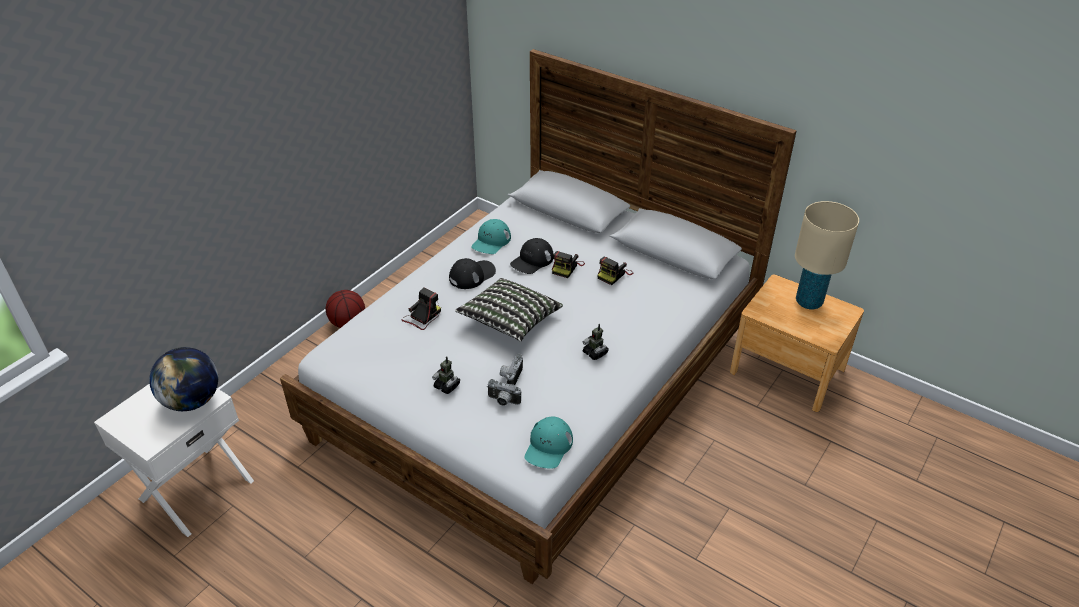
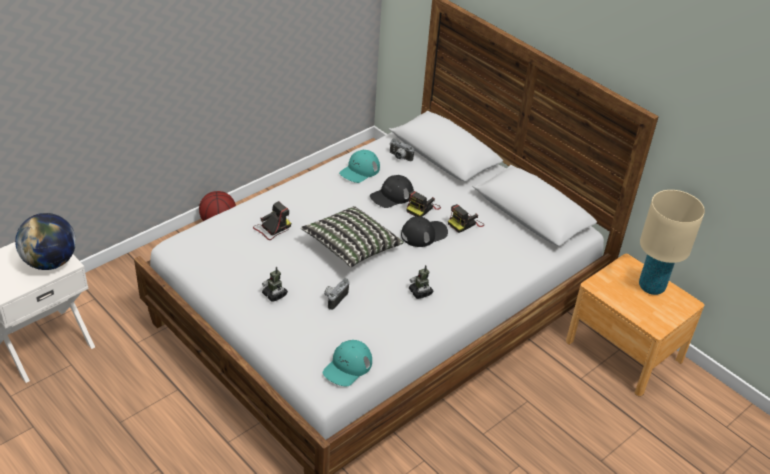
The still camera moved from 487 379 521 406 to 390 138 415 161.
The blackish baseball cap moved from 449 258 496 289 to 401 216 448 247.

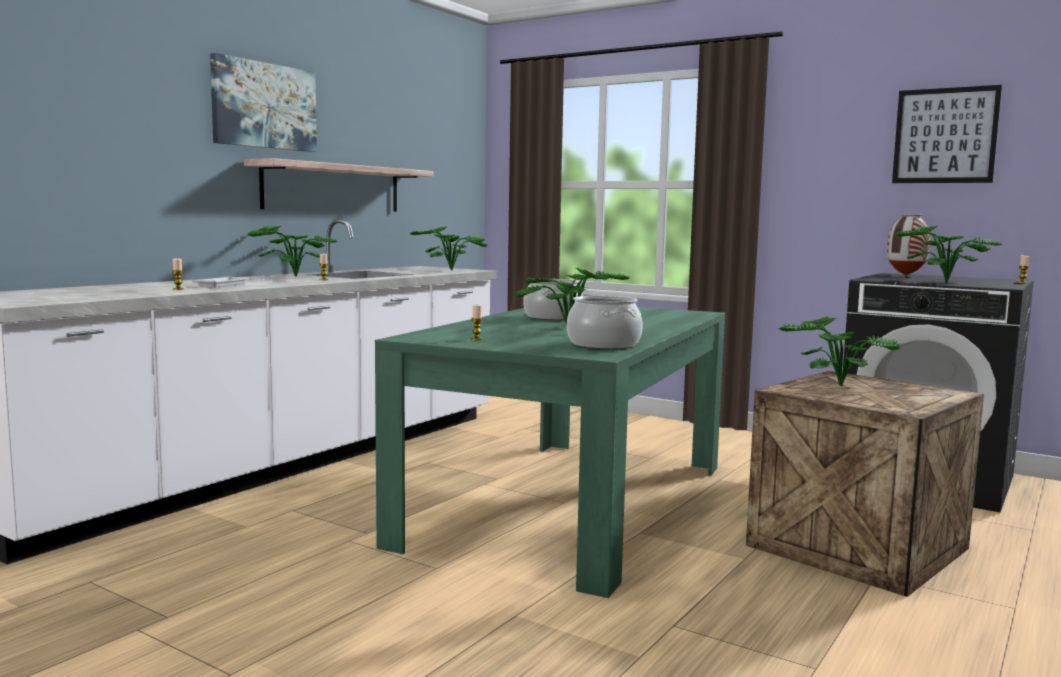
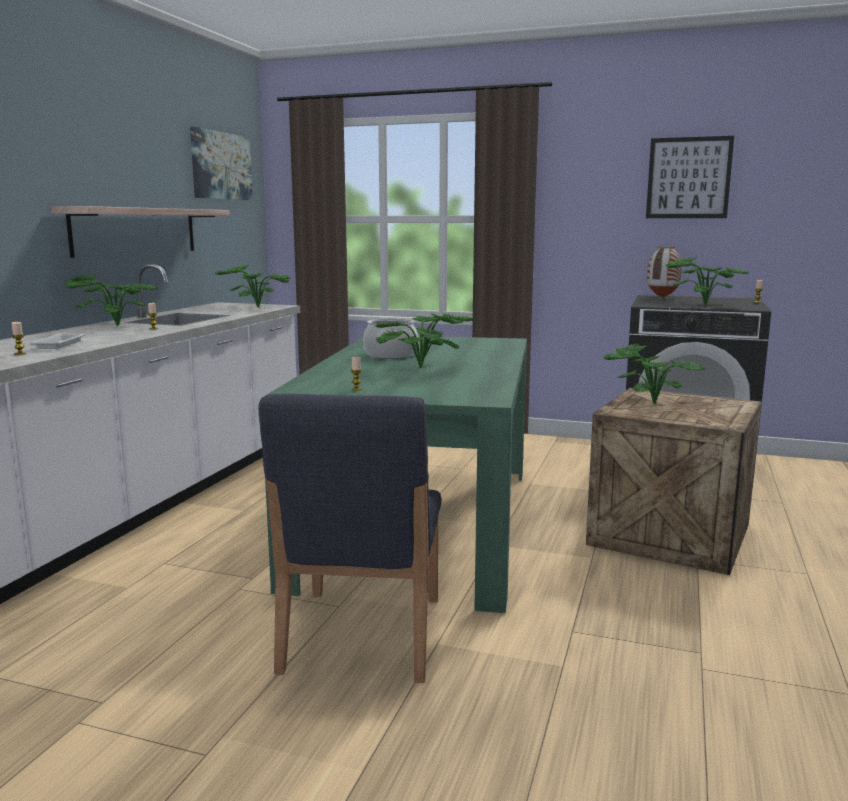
The wall picture moved from 210 53 317 152 to 190 127 253 200.
The blue-coloured upright chair at 259 394 441 683 appeared.
The stockpot at 567 296 643 349 disappeared.

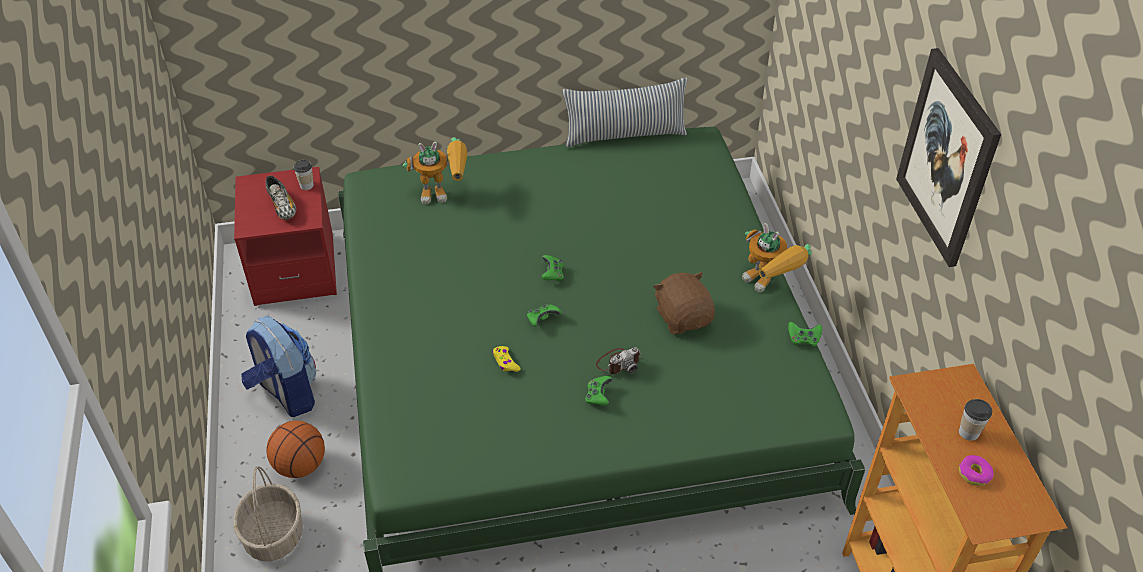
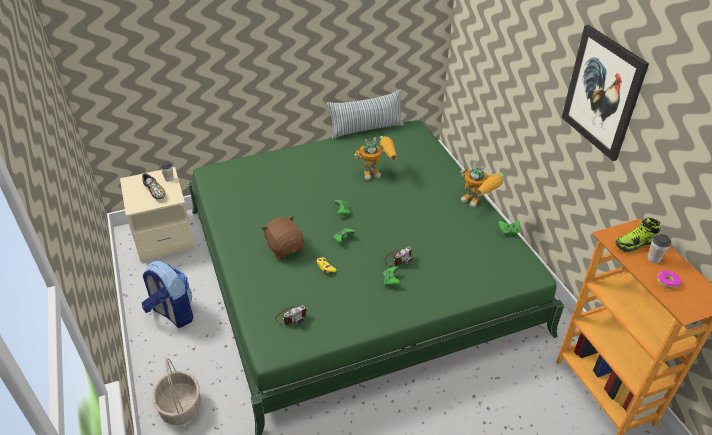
The red-coloured night table at 234 167 337 306 became the beige night table at 120 167 195 262.
The brownish plush toy moved from 653 272 715 334 to 261 216 304 259.
The still camera at 275 305 308 325 appeared.
The toy robot moved from 403 137 467 204 to 354 136 397 180.
The shoe at 615 217 661 253 appeared.
The ball for basketball at 266 421 325 478 disappeared.

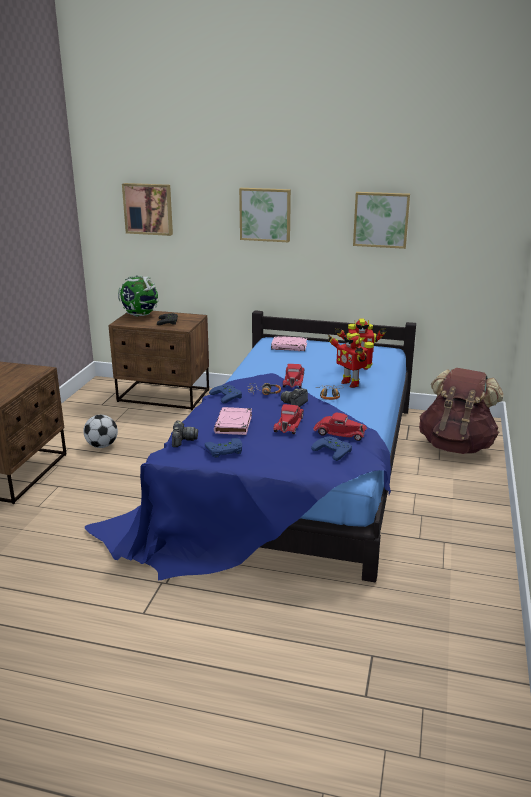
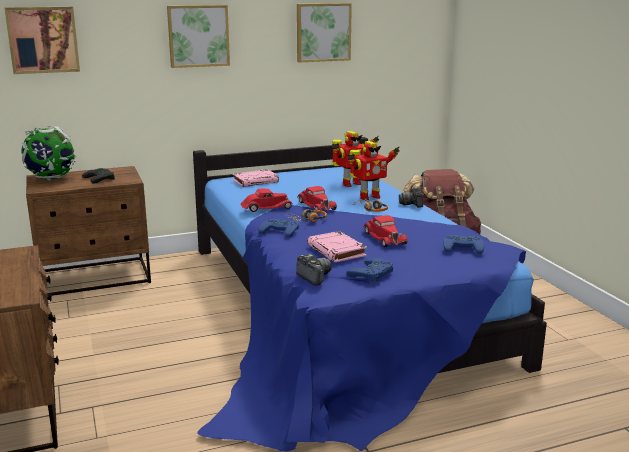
The red-coloured miniature car moved from 313 412 367 441 to 240 188 293 212.
The toy robot at 328 333 374 388 turned 45 degrees counterclockwise.
The still camera moved from 281 388 308 407 to 399 187 423 208.
The football ball at 83 415 118 448 disappeared.

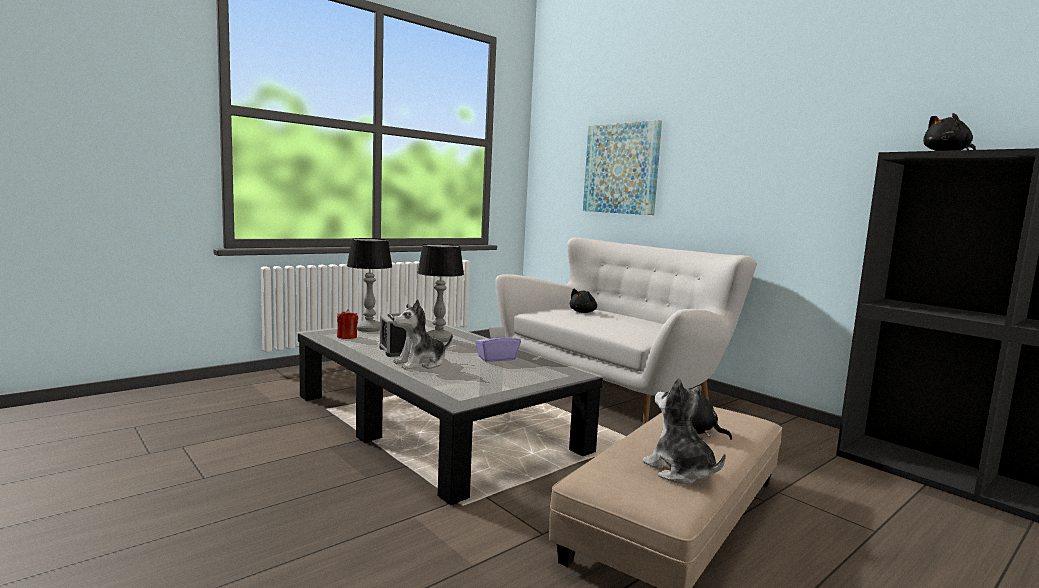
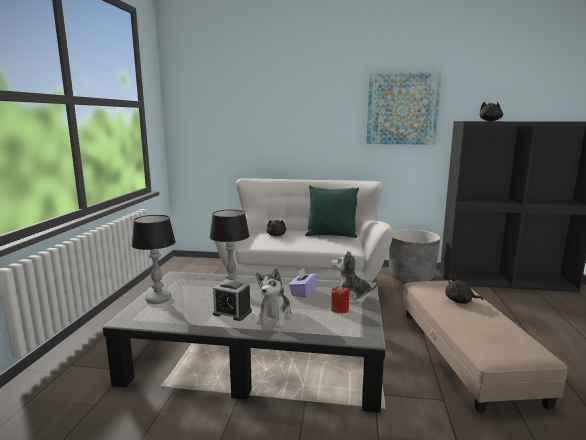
The green pillow at 305 186 359 238 appeared.
The plush toy moved from 642 378 726 484 to 331 251 379 303.
The red-coloured candle moved from 337 309 358 339 to 331 285 350 313.
The wall picture moved from 583 120 662 215 to 366 72 441 145.
The gray flower pot at 389 229 440 283 appeared.

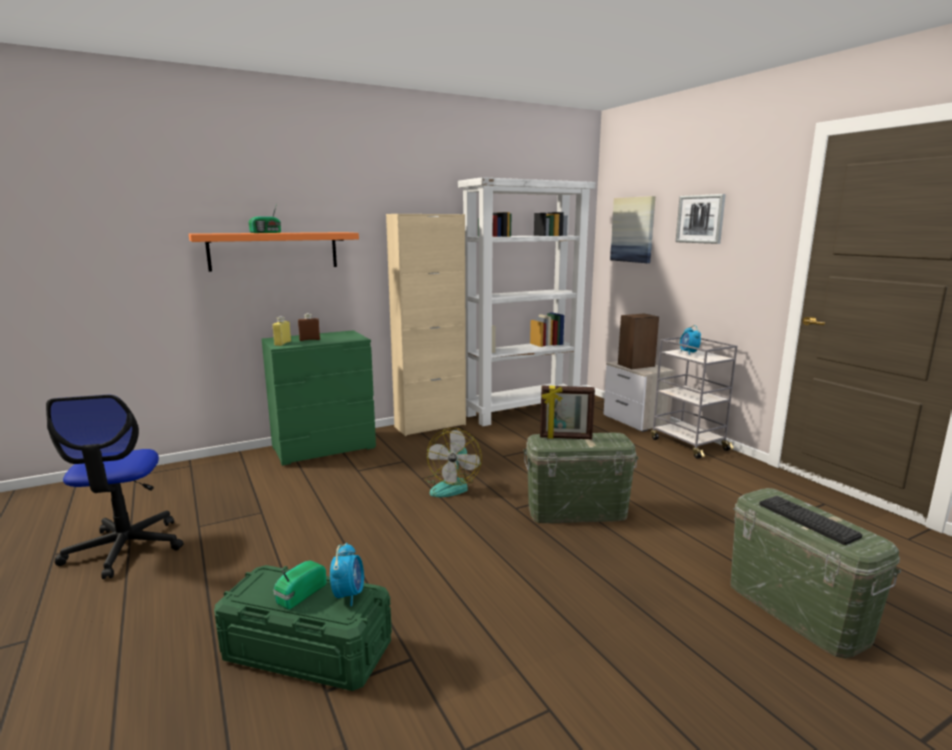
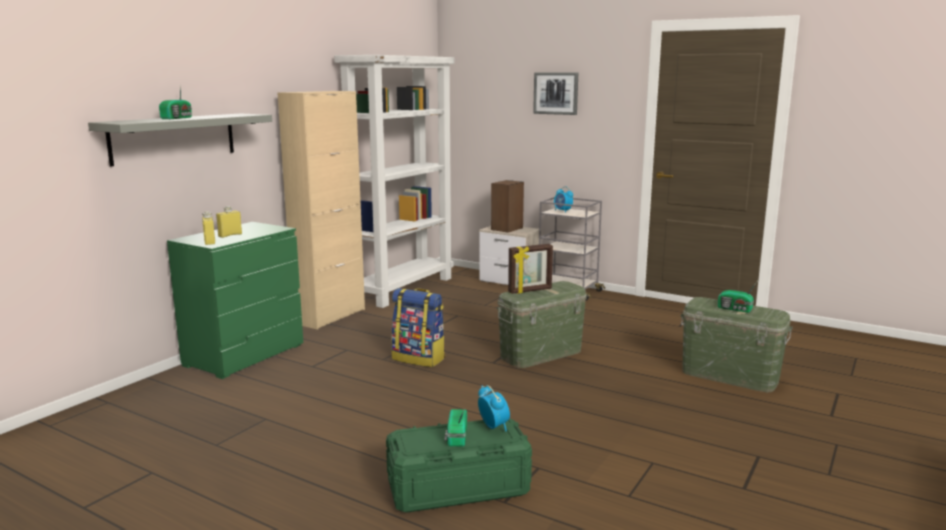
The orange shelf at 189 232 359 272 became the gray shelf at 88 114 272 167.
The brownish bottle at 298 313 320 341 became the yellowish bottle at 216 206 242 238.
The fan at 425 428 482 497 was replaced by the knapsack at 391 288 445 367.
The computer keyboard at 759 496 862 545 was replaced by the radio at 718 282 757 313.
The desk chair at 46 395 184 579 disappeared.
The wall picture at 610 196 655 263 disappeared.

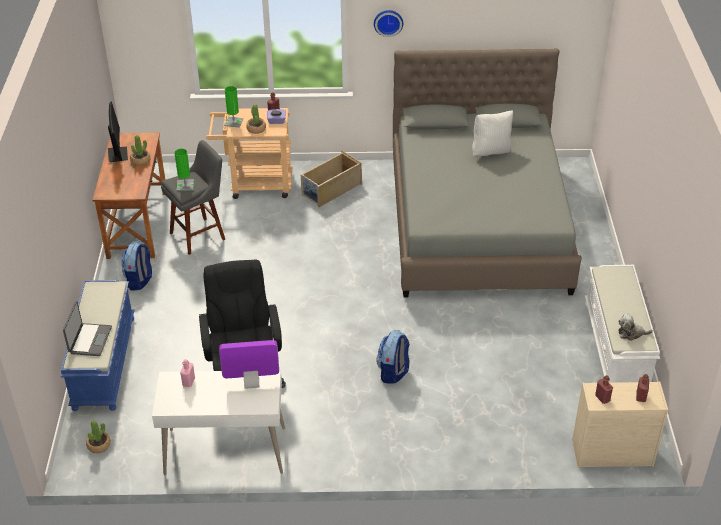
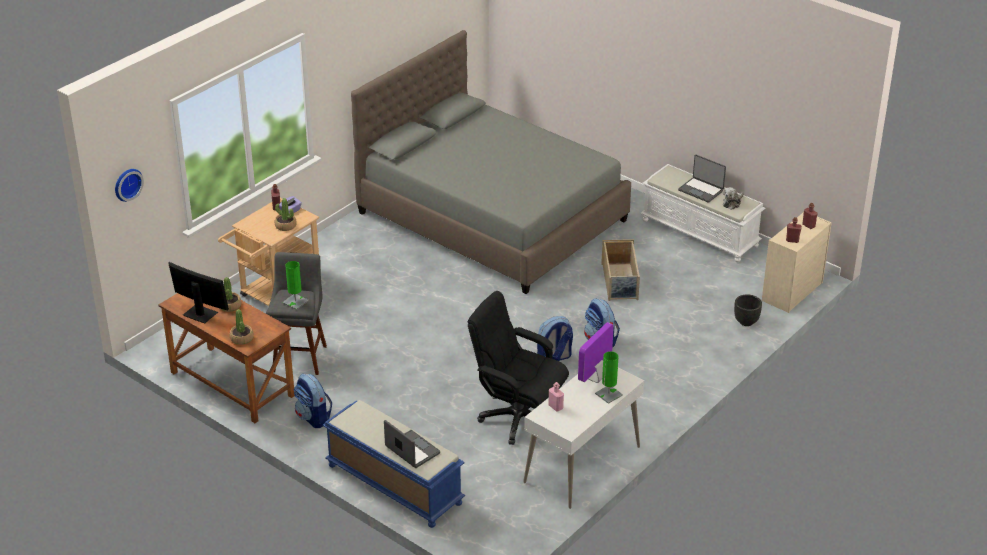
The hanging clock moved from 374 10 403 37 to 115 169 144 202.
The houseplant moved from 86 420 111 453 to 230 309 254 345.
The knapsack at 537 316 573 361 appeared.
The green tabletop lamp moved from 224 86 243 127 to 595 351 623 404.
The beige storage container moved from 301 151 362 207 to 601 239 640 301.
The laptop at 678 154 726 203 appeared.
The blackish flower pot at 734 294 762 326 appeared.
The whitish pillow at 472 111 513 156 disappeared.

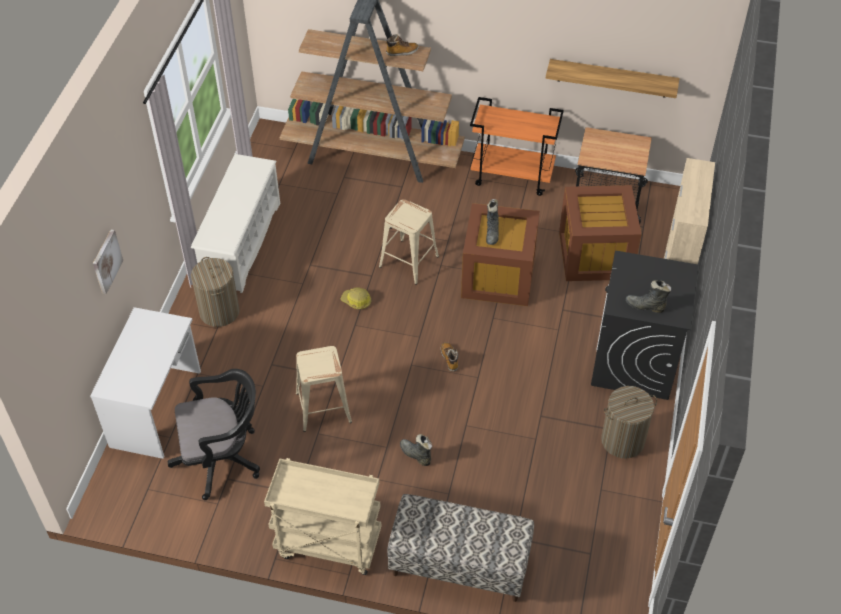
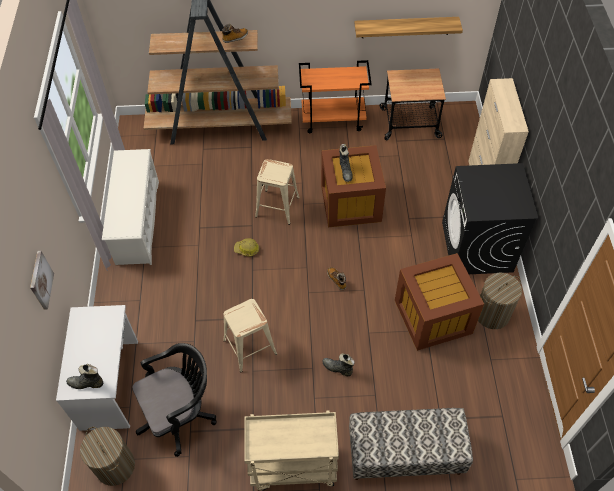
The blackish boot moved from 626 281 671 313 to 66 364 103 389.
The hamper moved from 191 257 240 327 to 80 427 135 486.
The brownish storage container moved from 559 185 642 281 to 395 253 484 351.

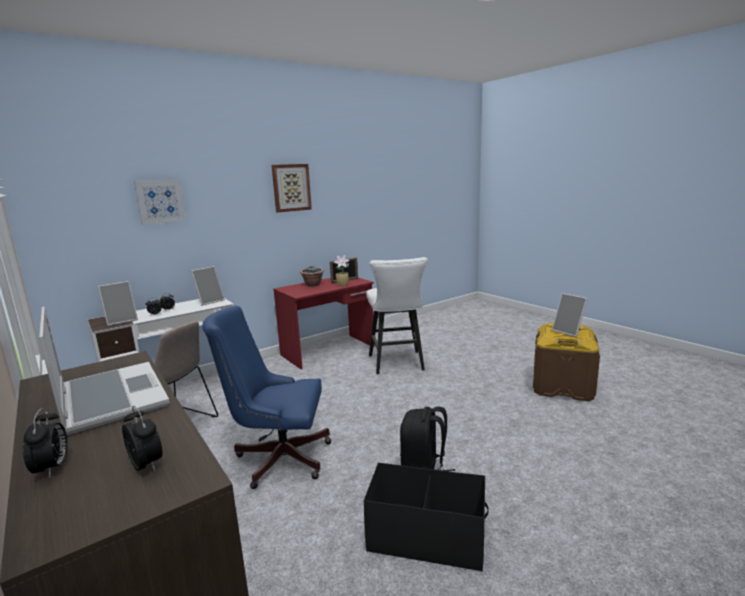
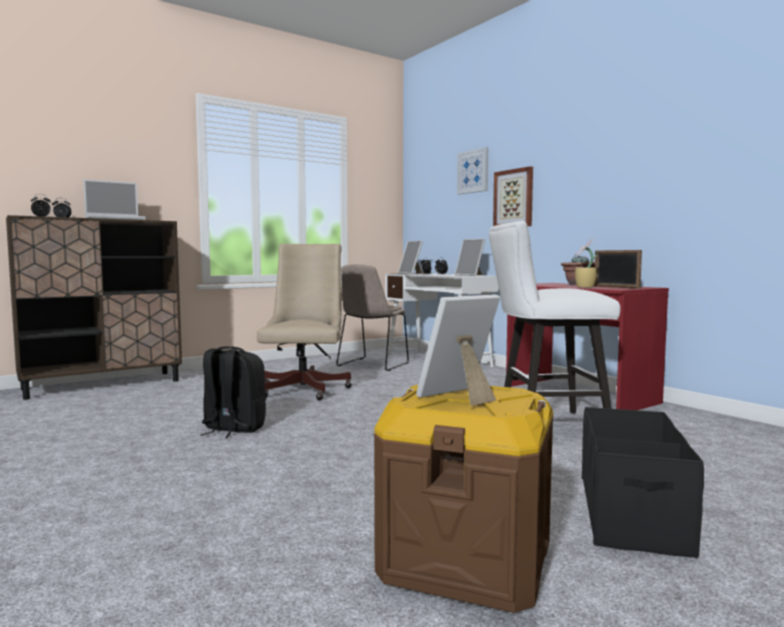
The blue-coloured desk chair at 202 305 332 489 became the beige desk chair at 257 244 352 400.
The wall picture moved from 272 164 312 212 to 493 166 533 226.
The blackish storage container moved from 364 463 489 572 to 582 407 704 558.

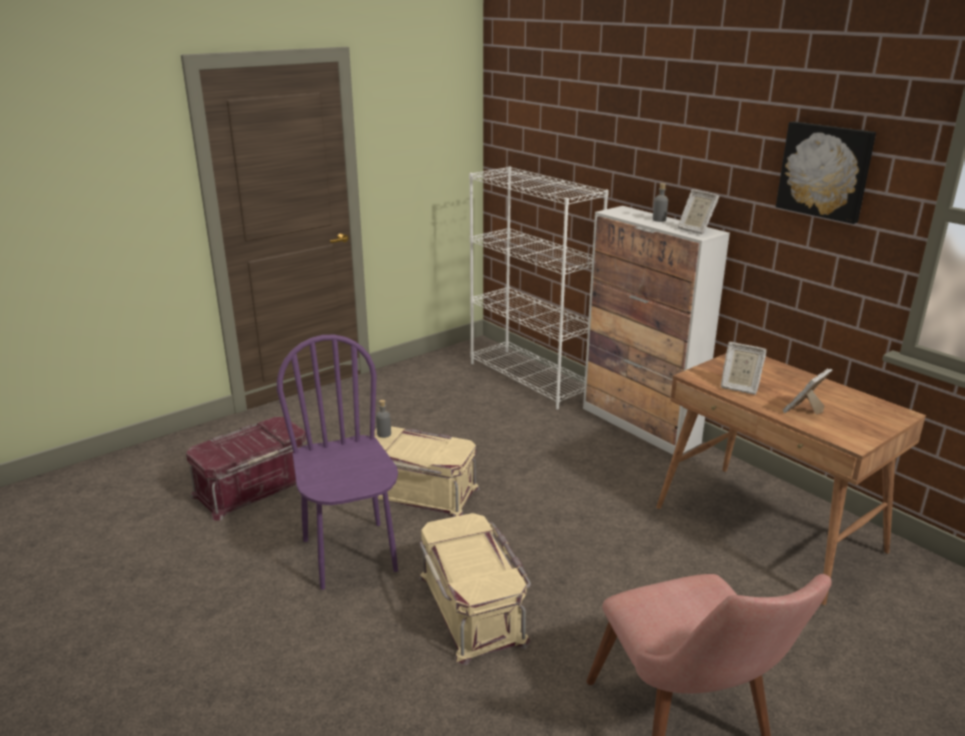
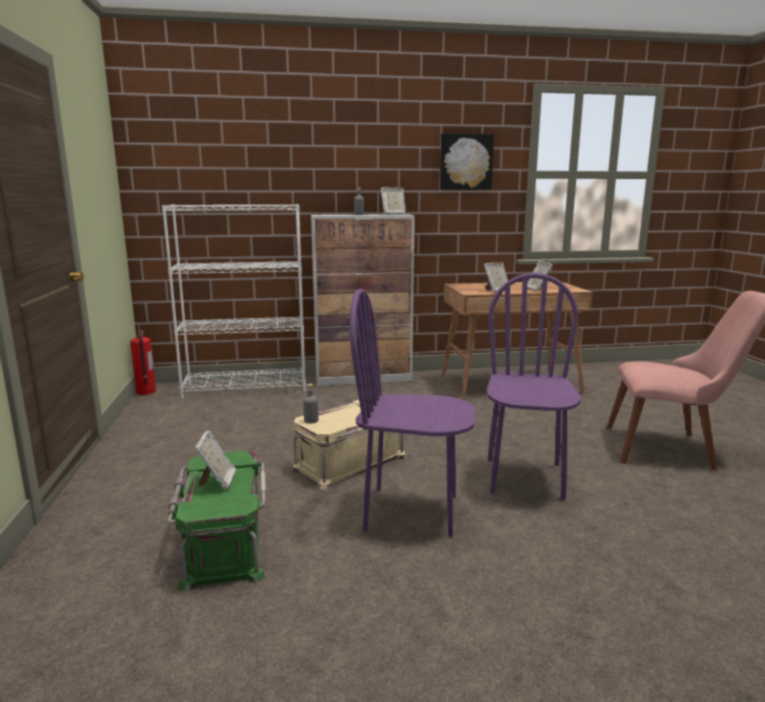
The fire-fighting cylinder at 130 325 156 395 appeared.
The red-coloured storage container at 186 417 306 521 became the green storage container at 168 450 266 592.
The picture frame at 195 430 236 490 appeared.
The beige storage container at 419 513 531 665 was replaced by the purple upright chair at 486 273 581 500.

